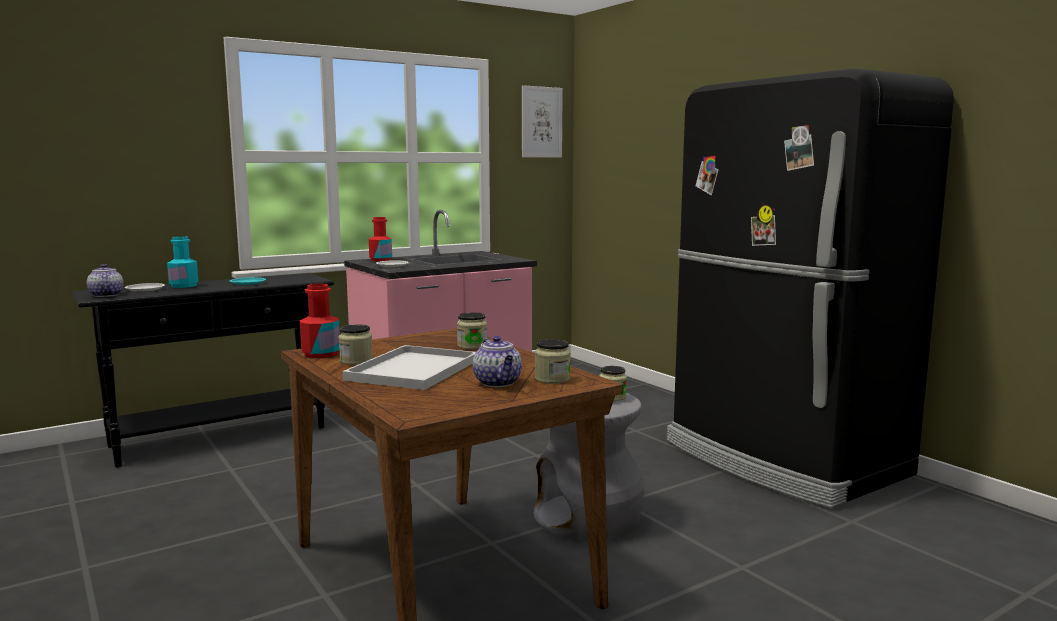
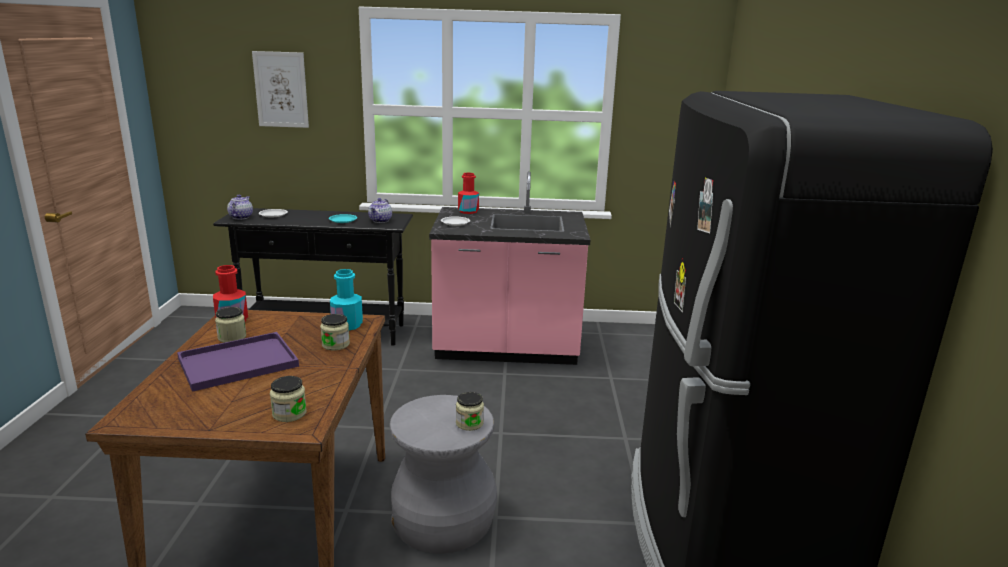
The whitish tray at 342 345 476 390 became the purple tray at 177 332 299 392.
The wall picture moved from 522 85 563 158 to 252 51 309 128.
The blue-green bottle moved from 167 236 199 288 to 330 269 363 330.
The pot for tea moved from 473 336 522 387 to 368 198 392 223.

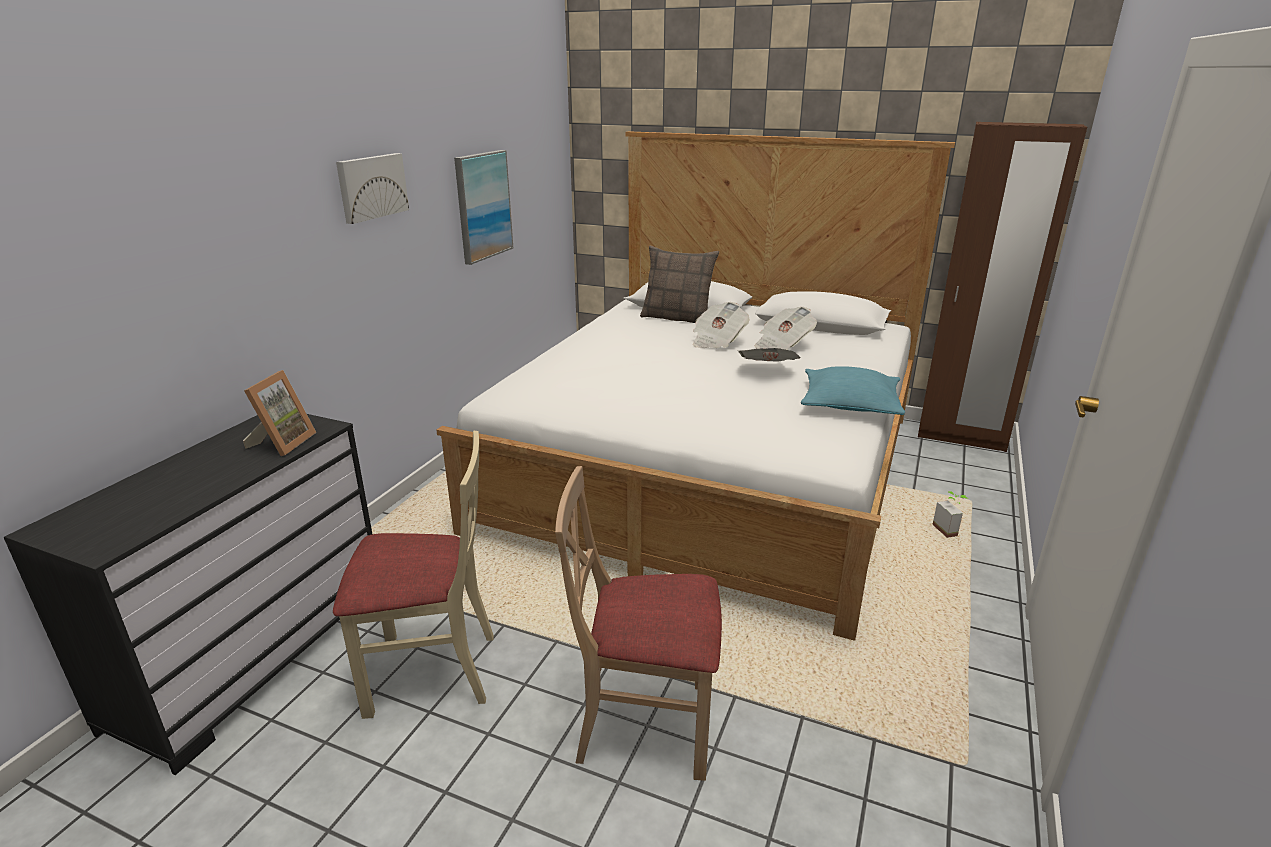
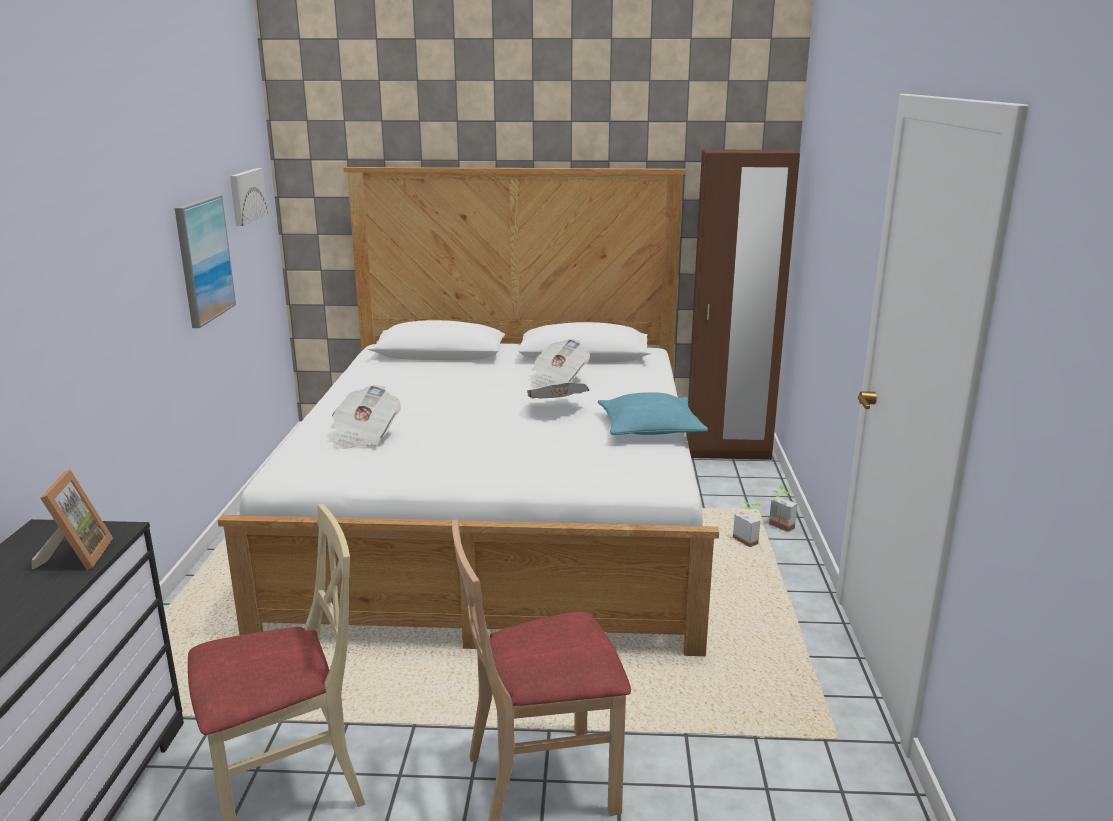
The wall picture moved from 336 153 409 224 to 230 168 268 226.
The daily paper moved from 693 302 749 348 to 331 385 401 449.
The houseplant at 769 486 797 532 appeared.
The pillow at 640 246 719 323 disappeared.

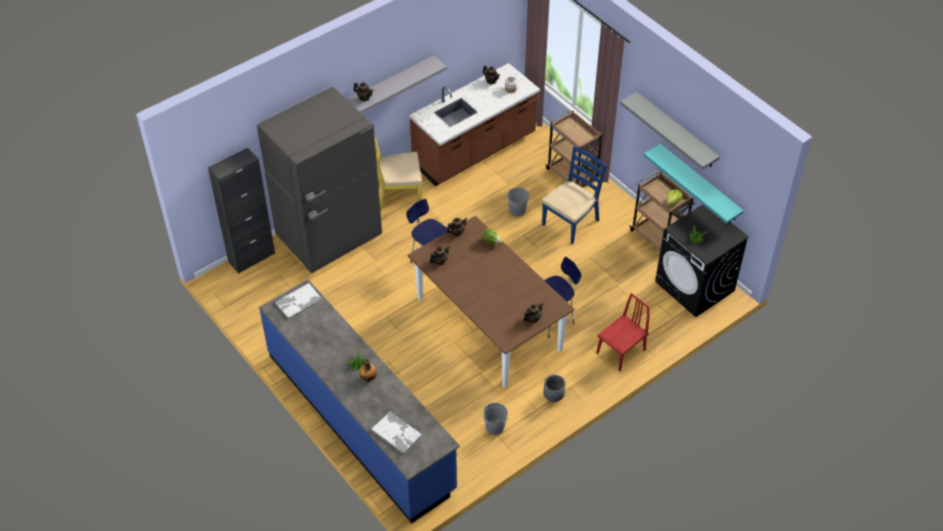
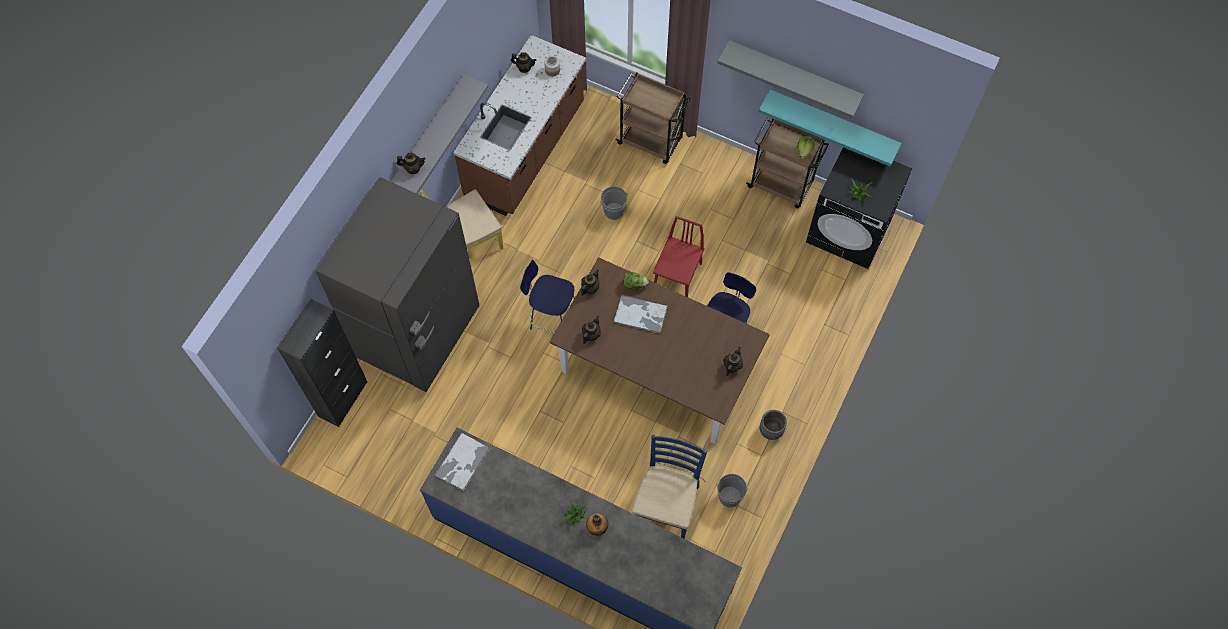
The tray moved from 371 411 423 454 to 614 294 668 333.
The blue-coloured upright chair moved from 542 146 607 244 to 632 435 707 538.
The red-coloured upright chair moved from 596 293 649 372 to 653 216 705 297.

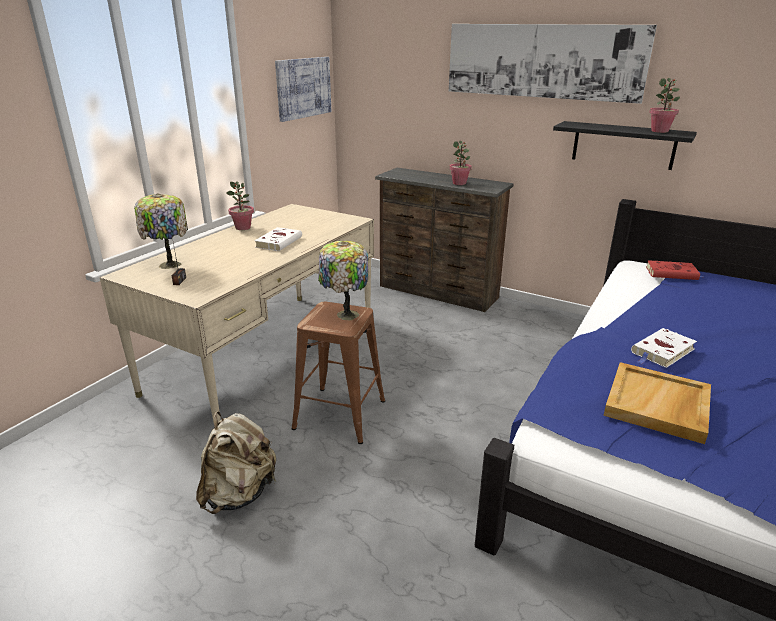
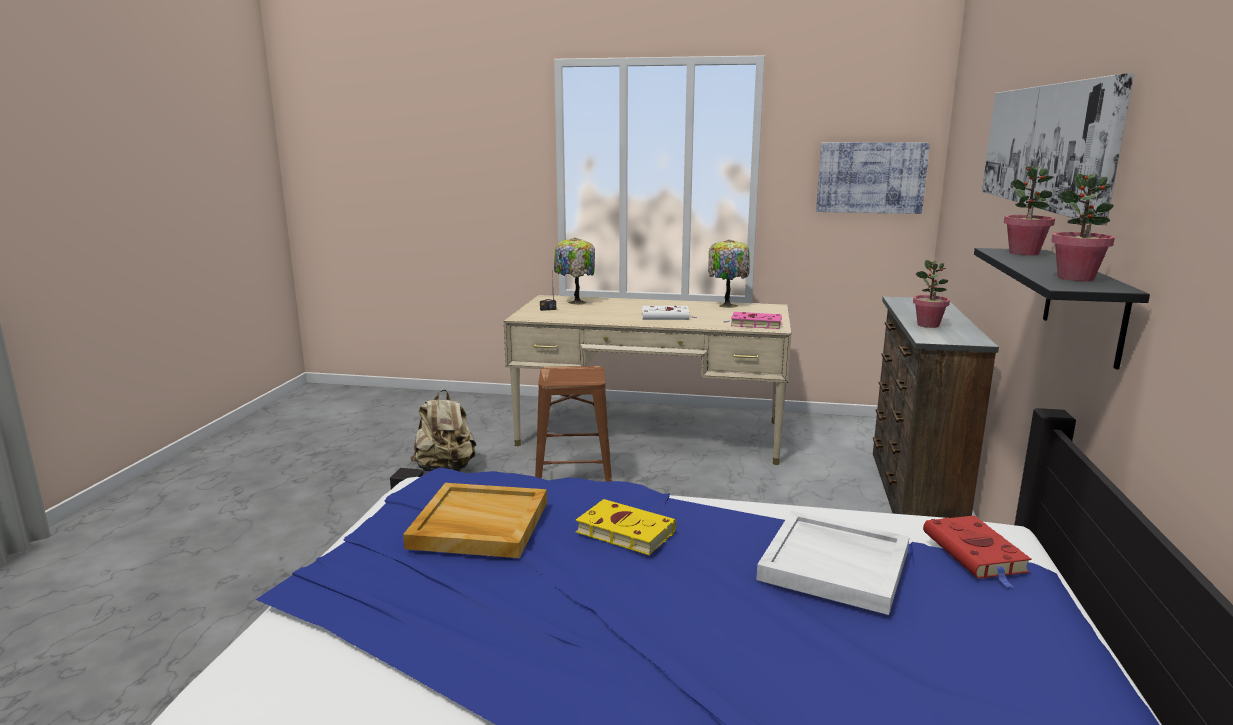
The whitish book at 631 328 697 368 became the yellowish book at 576 499 676 555.
The tabletop lamp moved from 318 241 368 321 to 708 239 749 308.
The pinkish book at 724 312 782 329 appeared.
The whitish tray at 756 511 910 615 appeared.
The houseplant moved from 226 181 254 230 to 1004 166 1055 255.

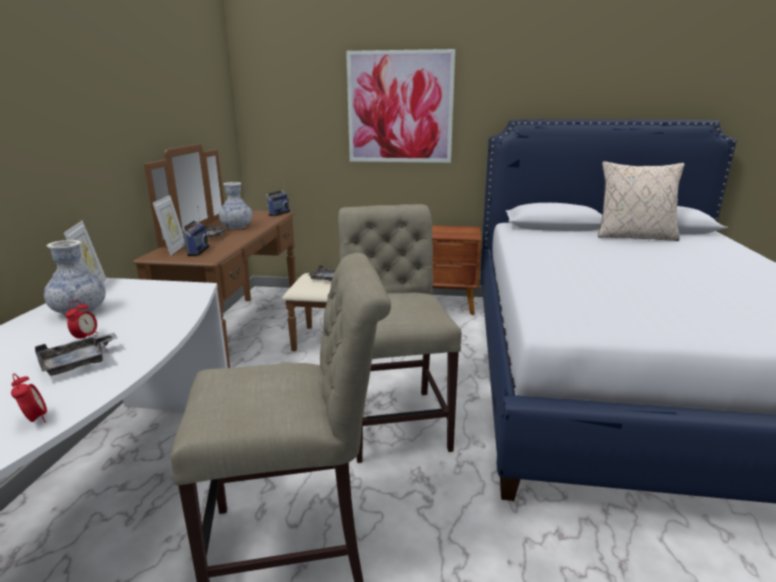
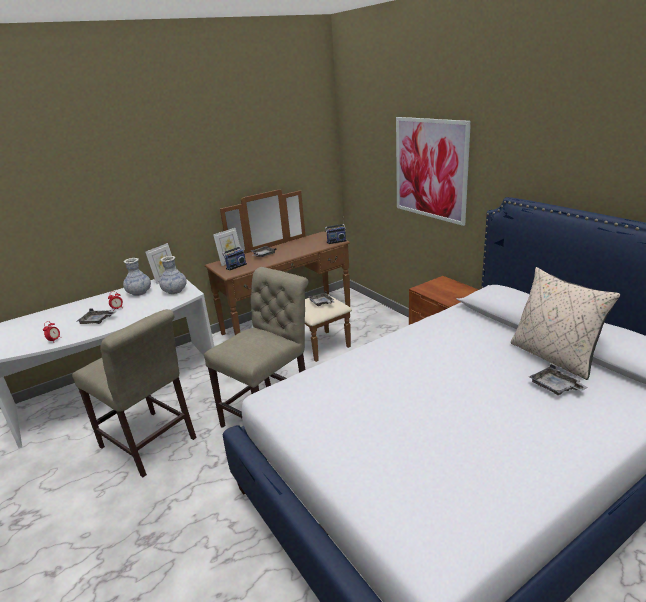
The flower vase moved from 219 182 252 229 to 159 256 187 294.
The gray tray at 529 364 588 395 appeared.

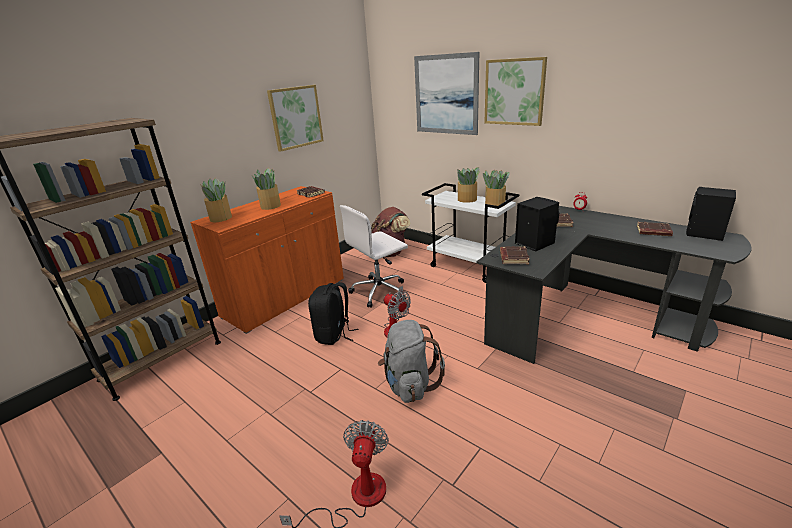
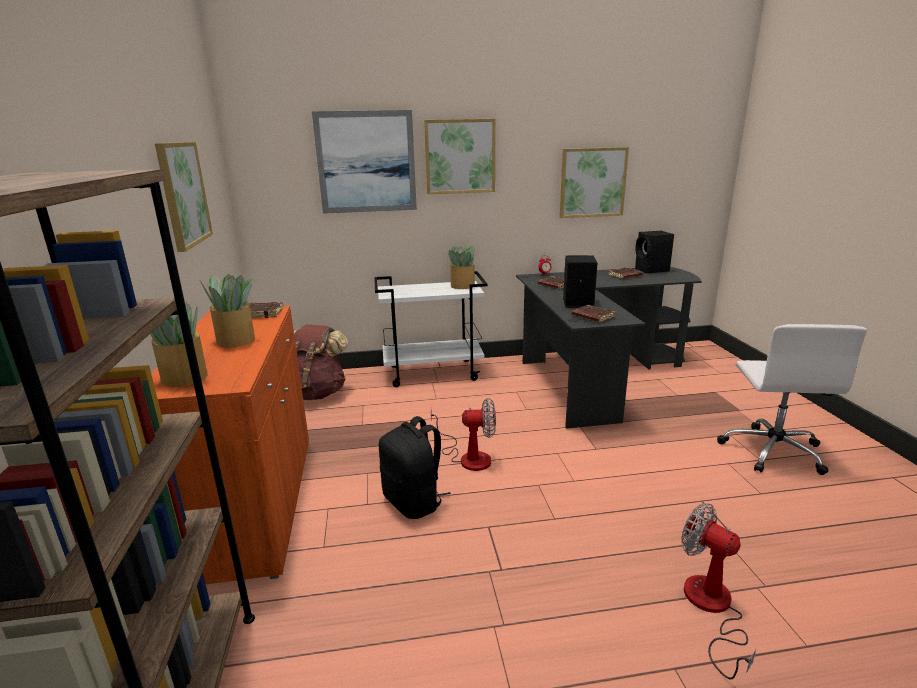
The wall picture at 560 147 629 218 appeared.
The whitish desk chair moved from 340 205 408 308 to 717 324 867 475.
The gray knapsack at 378 320 445 403 disappeared.
The houseplant at 457 167 481 203 disappeared.

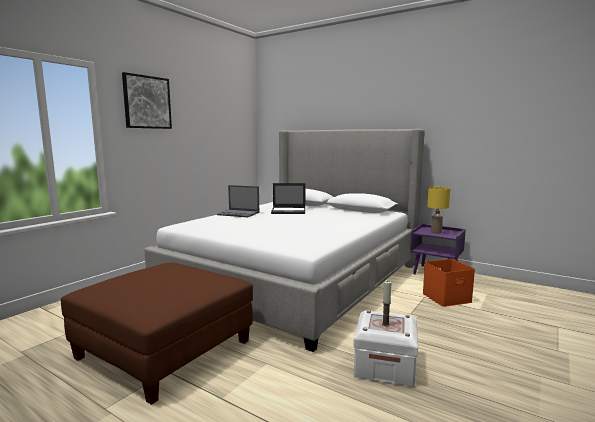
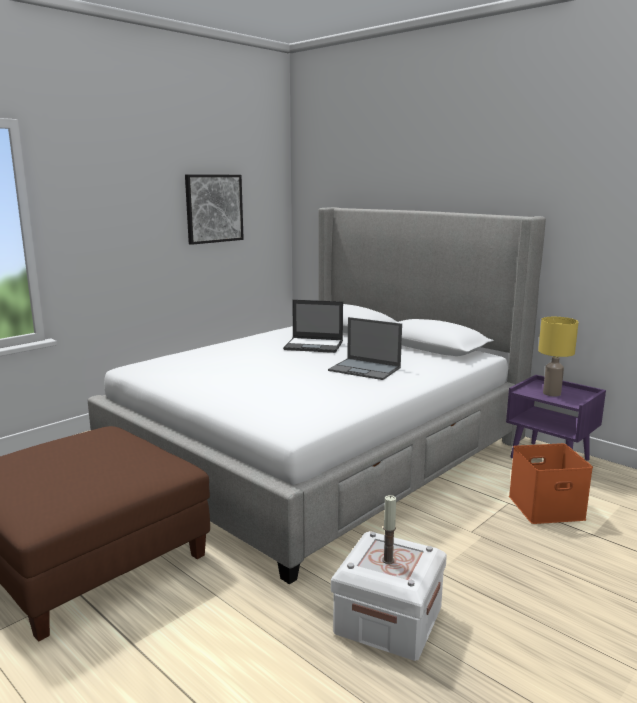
The wall picture moved from 122 72 172 129 to 185 175 244 245.
The laptop moved from 217 185 259 217 to 328 317 402 380.

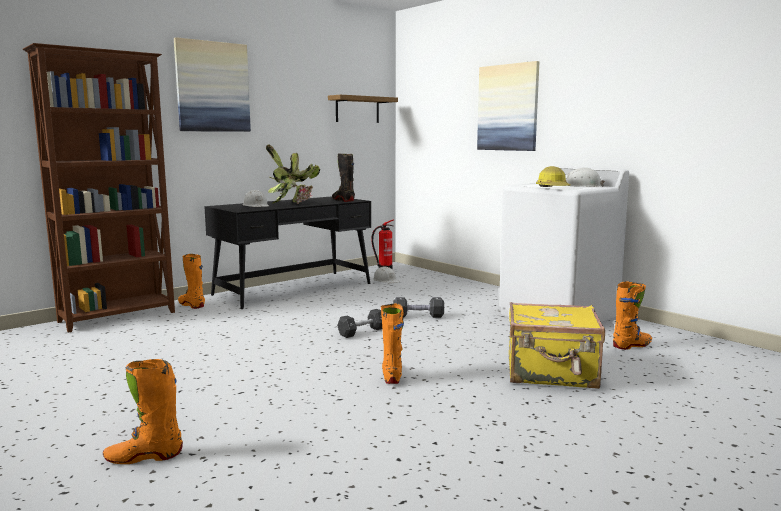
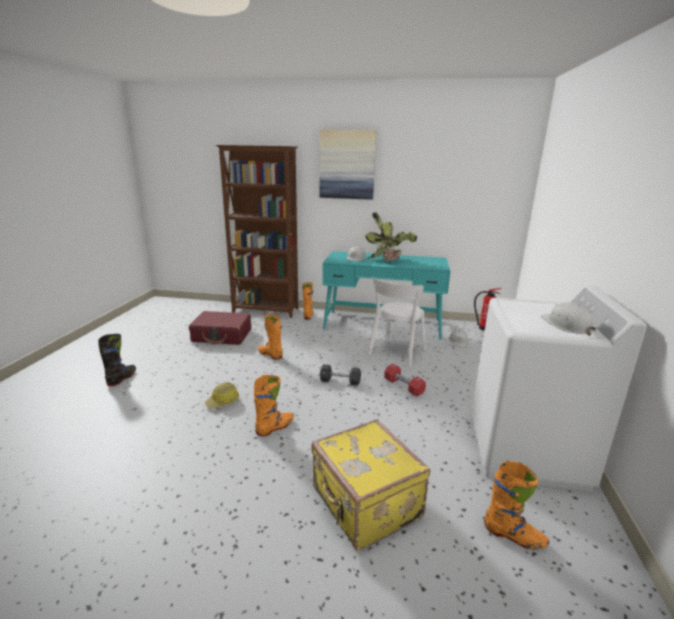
The blackish boot moved from 332 153 355 202 to 98 334 136 386.
The red-coloured travel case at 189 311 251 345 appeared.
The hard hat moved from 536 166 570 187 to 205 382 239 409.
The orange boot moved from 103 359 183 464 to 258 314 283 360.
The blackish desk unit at 204 196 371 309 became the blue-green desk unit at 322 251 450 340.
The whitish upright chair at 367 276 426 367 appeared.
The blackish free weight at 393 297 444 318 became the red-coloured free weight at 384 364 426 397.
The shelf at 328 95 398 123 disappeared.
The wall picture at 477 61 539 151 disappeared.

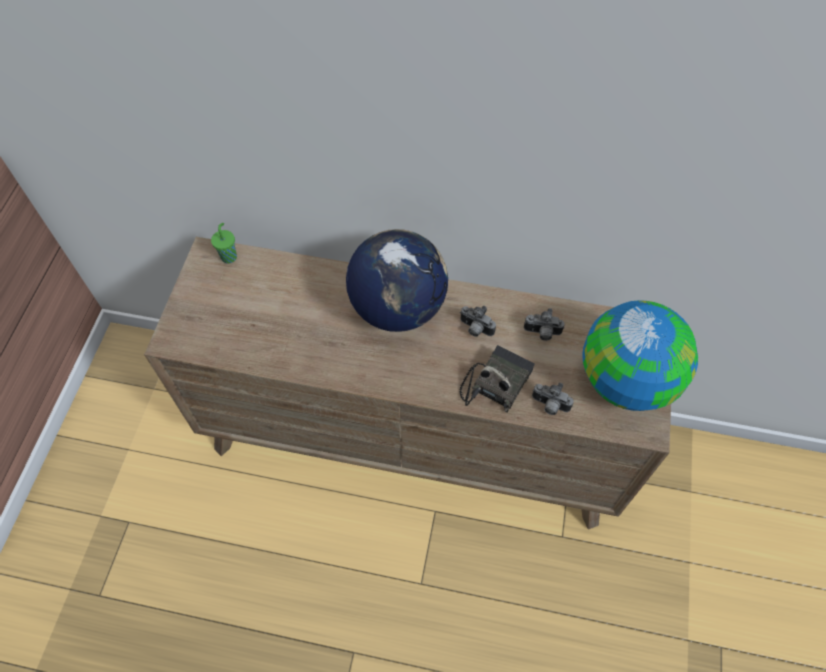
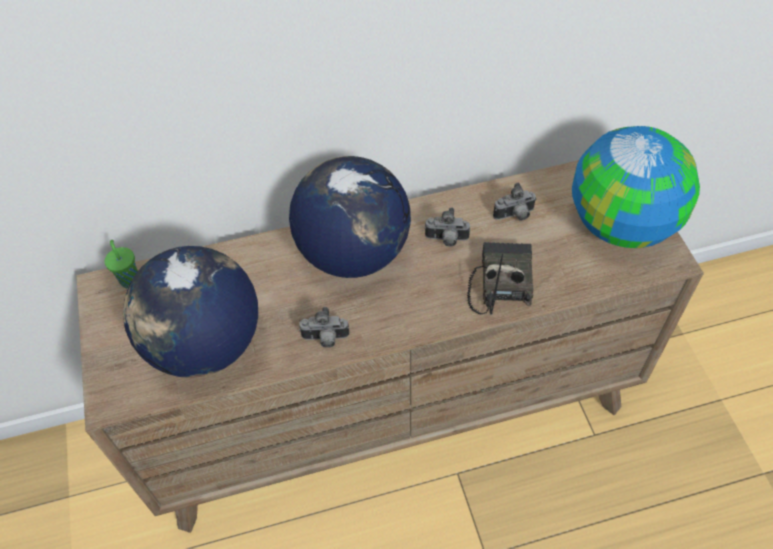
The globe at 123 246 258 378 appeared.
The still camera moved from 532 383 574 415 to 299 307 350 348.

